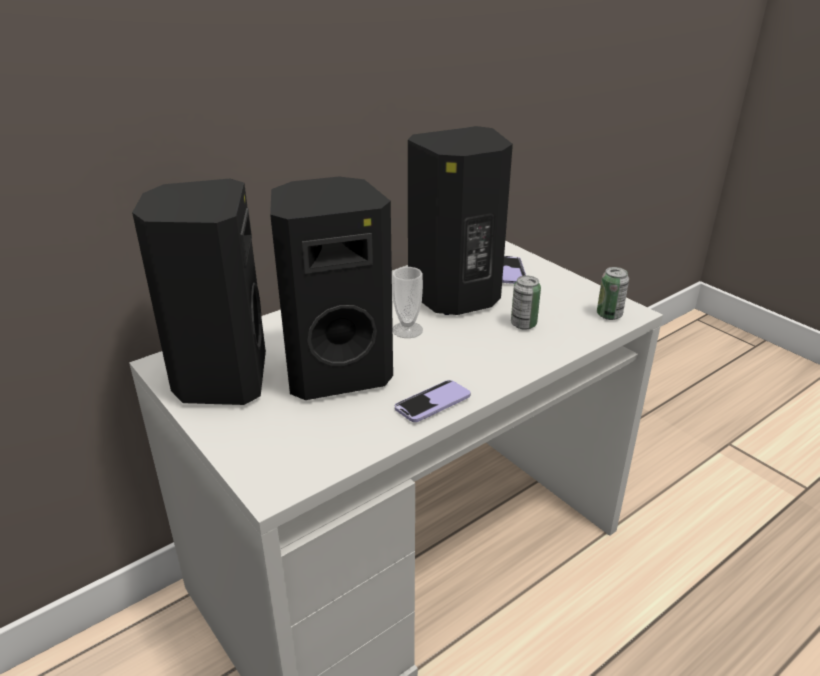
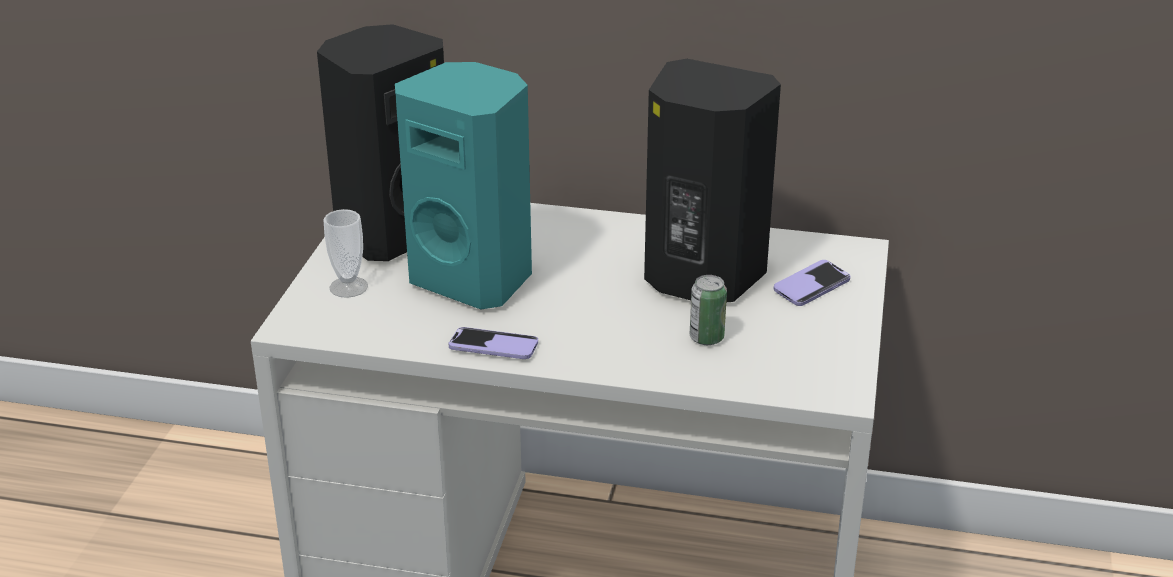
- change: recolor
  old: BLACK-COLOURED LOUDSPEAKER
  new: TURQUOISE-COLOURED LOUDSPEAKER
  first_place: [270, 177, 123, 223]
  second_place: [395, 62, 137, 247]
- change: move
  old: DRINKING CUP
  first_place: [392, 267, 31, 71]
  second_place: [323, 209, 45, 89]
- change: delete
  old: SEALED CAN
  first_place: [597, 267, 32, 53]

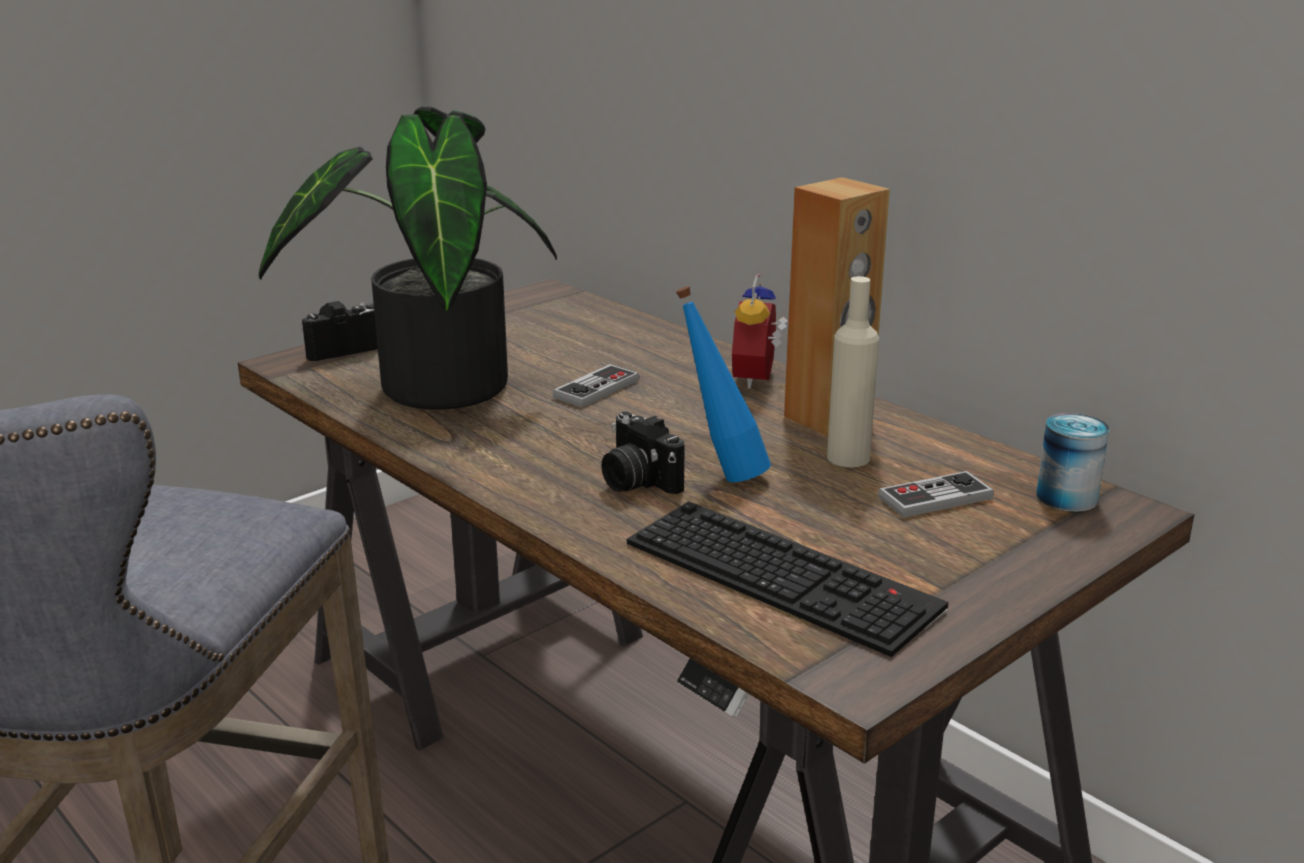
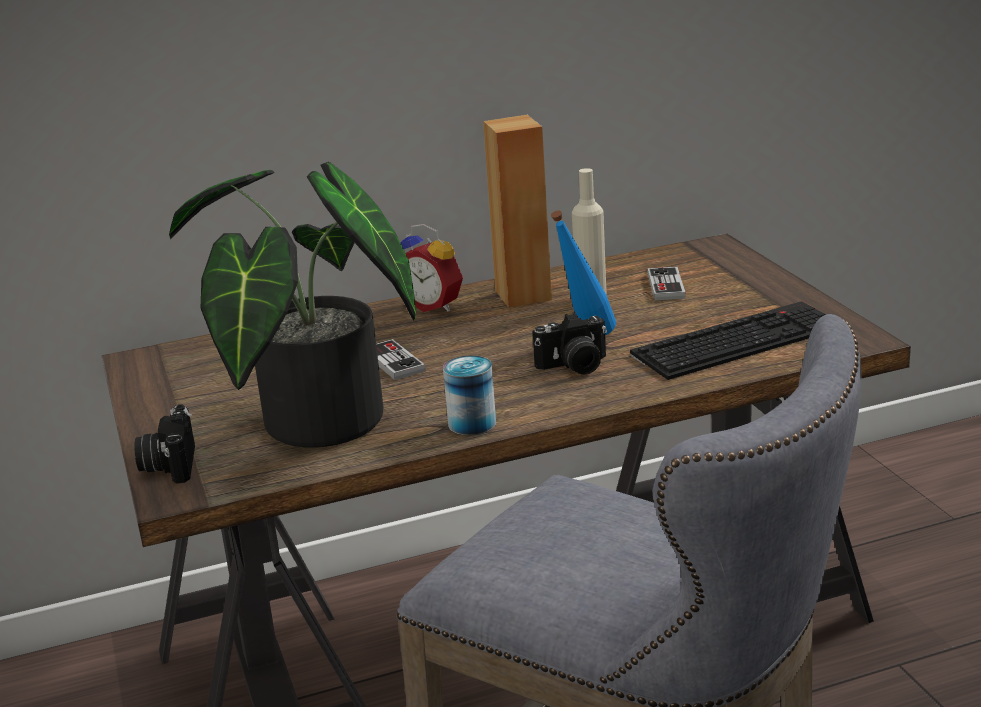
- change: move
  old: SEALED CAN
  first_place: [1036, 413, 74, 99]
  second_place: [443, 355, 53, 80]

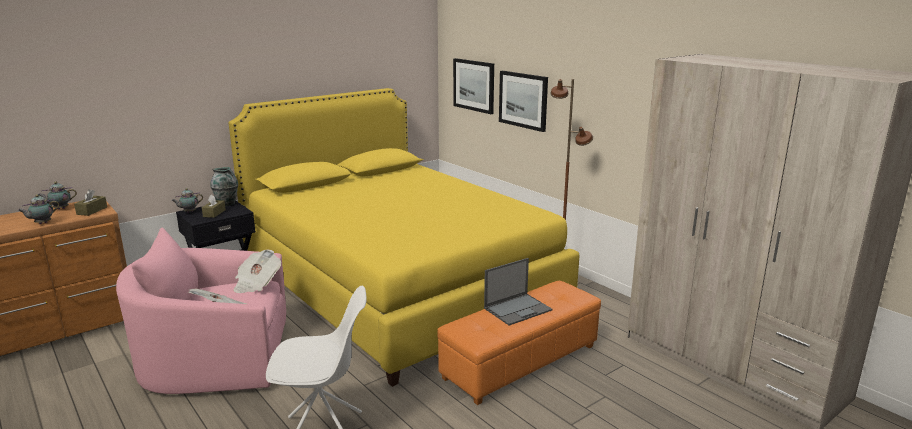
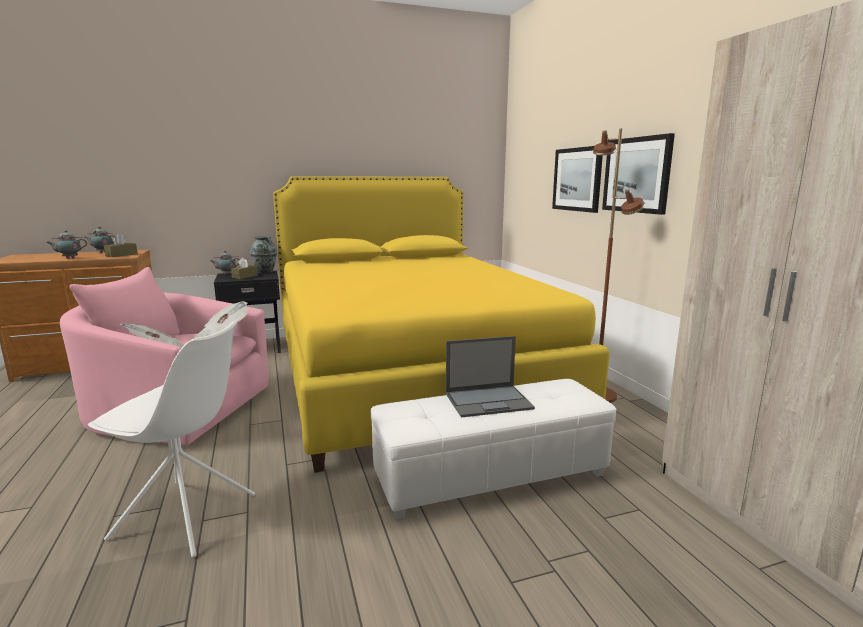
- change: recolor
  old: ORANGEY OTTOMAN
  new: WHITE OTTOMAN
  first_place: [437, 281, 164, 124]
  second_place: [371, 379, 246, 140]
- change: move
  old: PICTURE
  first_place: [453, 58, 41, 56]
  second_place: [602, 133, 73, 82]

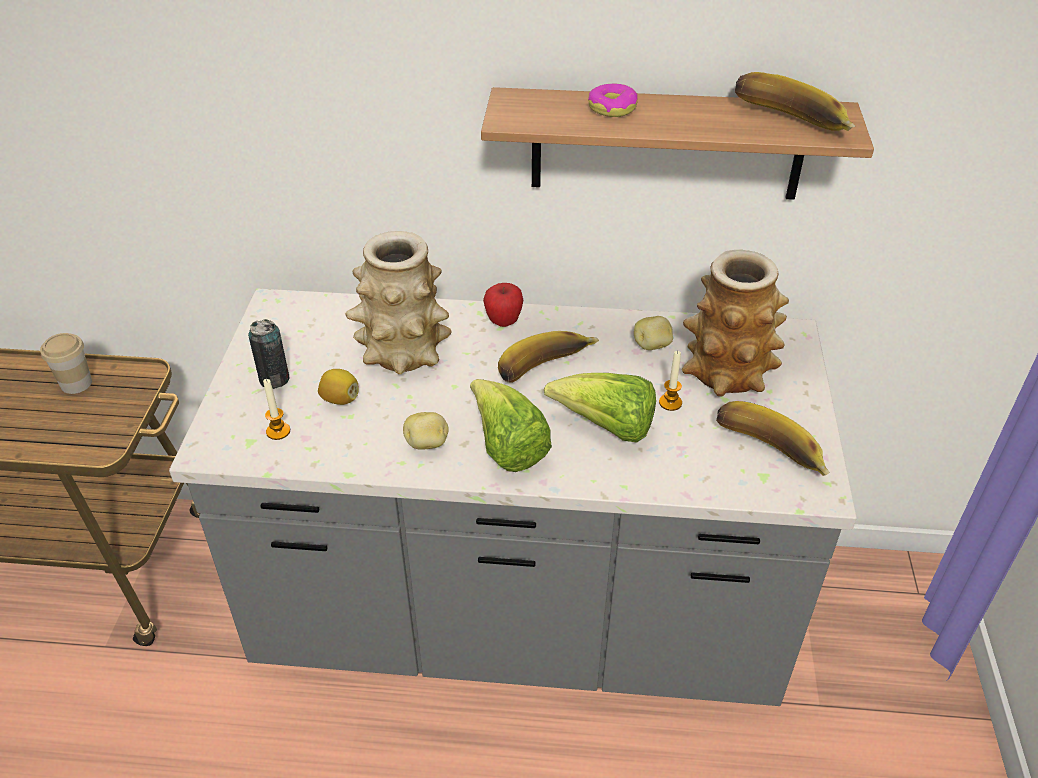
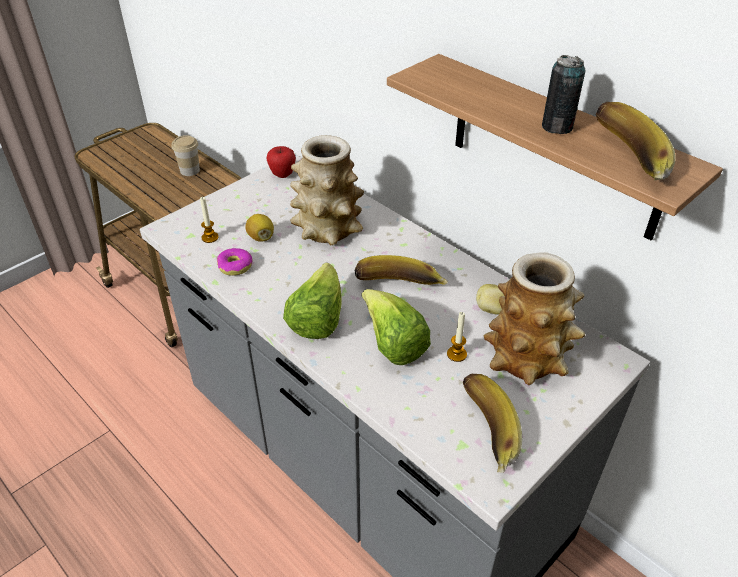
- change: move
  old: SEALED CAN
  first_place: [248, 319, 41, 70]
  second_place: [542, 55, 43, 79]
- change: delete
  old: POTATO
  first_place: [403, 412, 46, 37]
- change: move
  old: WHOLE APPLE
  first_place: [483, 283, 40, 44]
  second_place: [266, 146, 30, 32]
- change: move
  old: DOUGHNUT
  first_place: [588, 84, 50, 33]
  second_place: [217, 248, 36, 28]

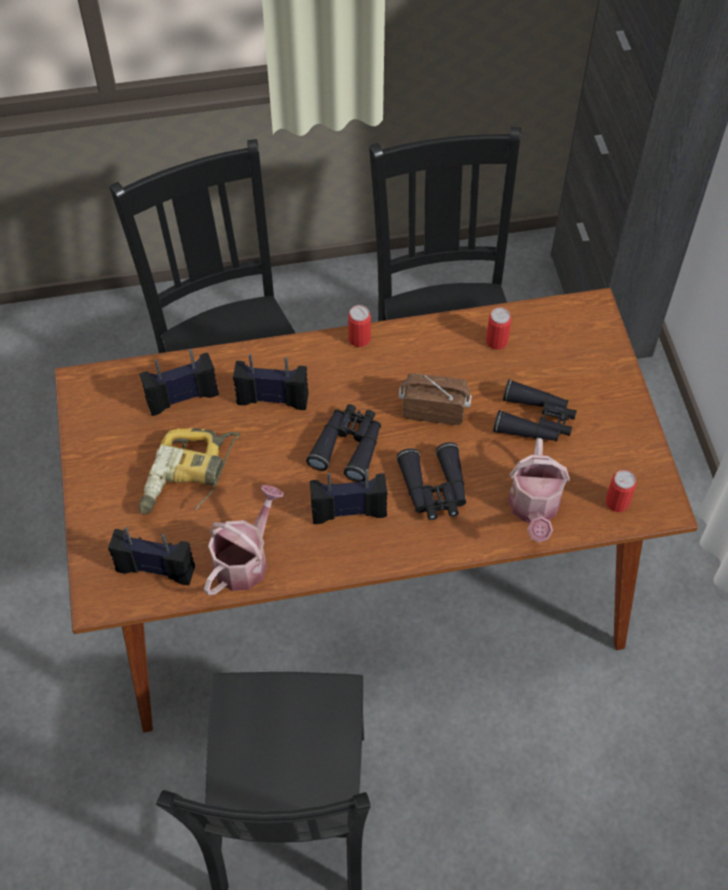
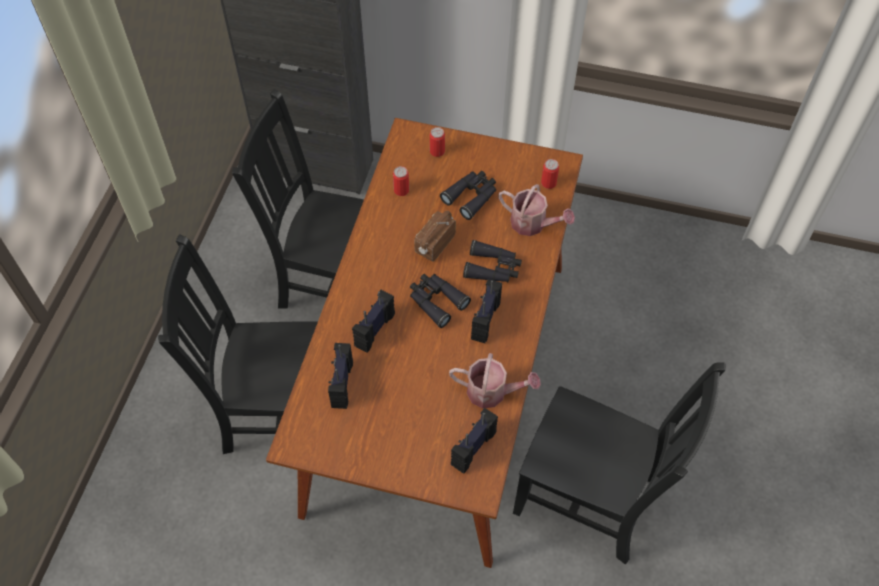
- change: delete
  old: DRILL
  first_place: [138, 428, 102, 87]
- change: rotate
  old: WATERING CAN
  first_place: [204, 485, 80, 110]
  second_place: [449, 353, 92, 55]
  degrees: 135
- change: move
  old: SEALED CAN
  first_place: [348, 305, 23, 42]
  second_place: [430, 127, 15, 30]

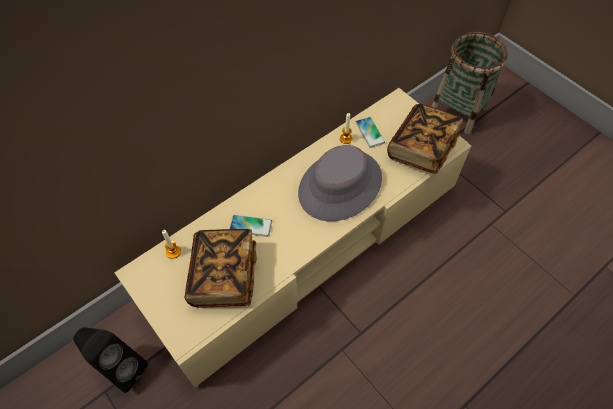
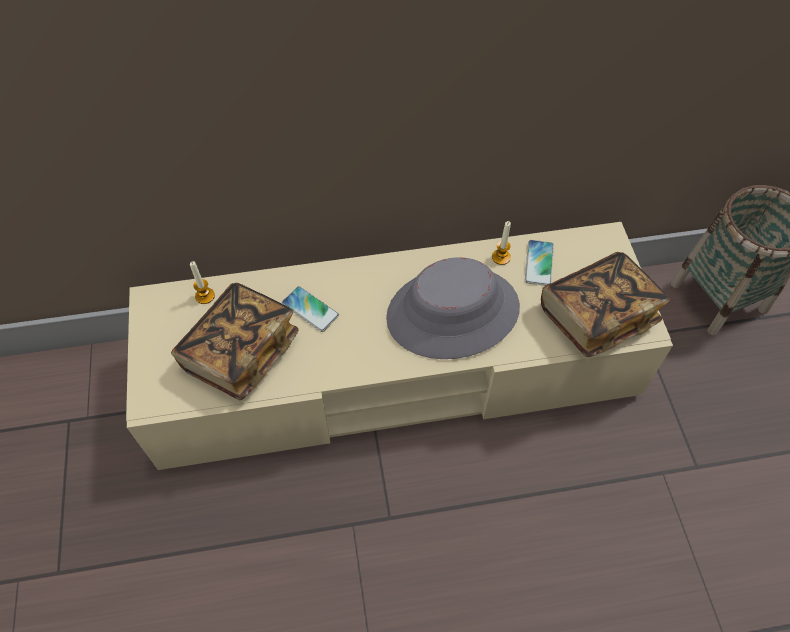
- change: delete
  old: BLACK-COLOURED LOUDSPEAKER
  first_place: [73, 328, 75, 65]

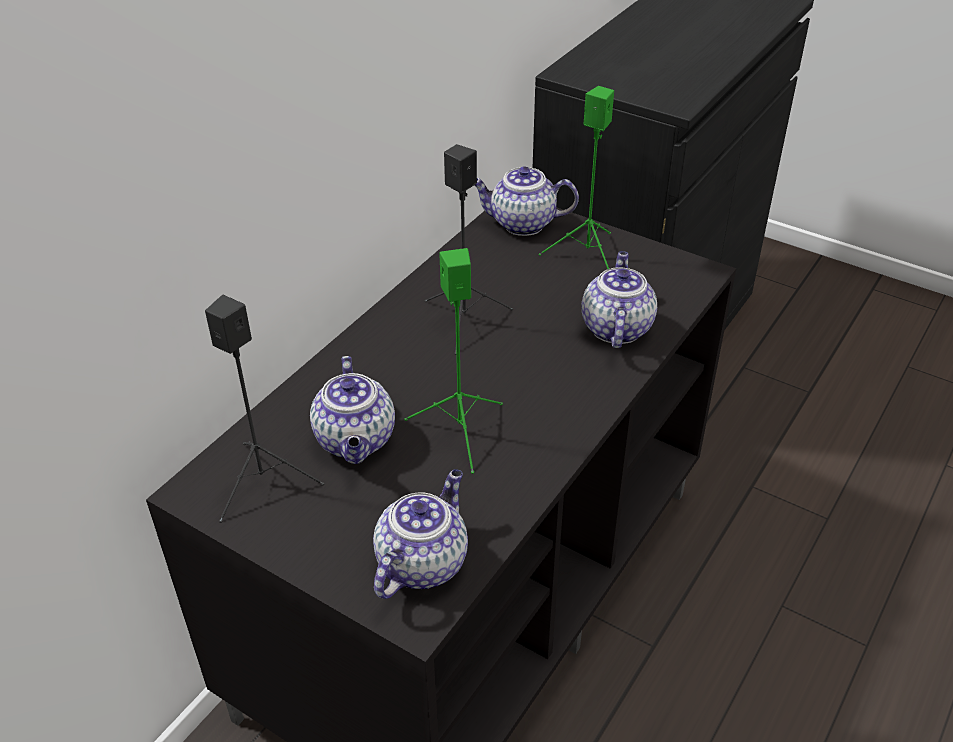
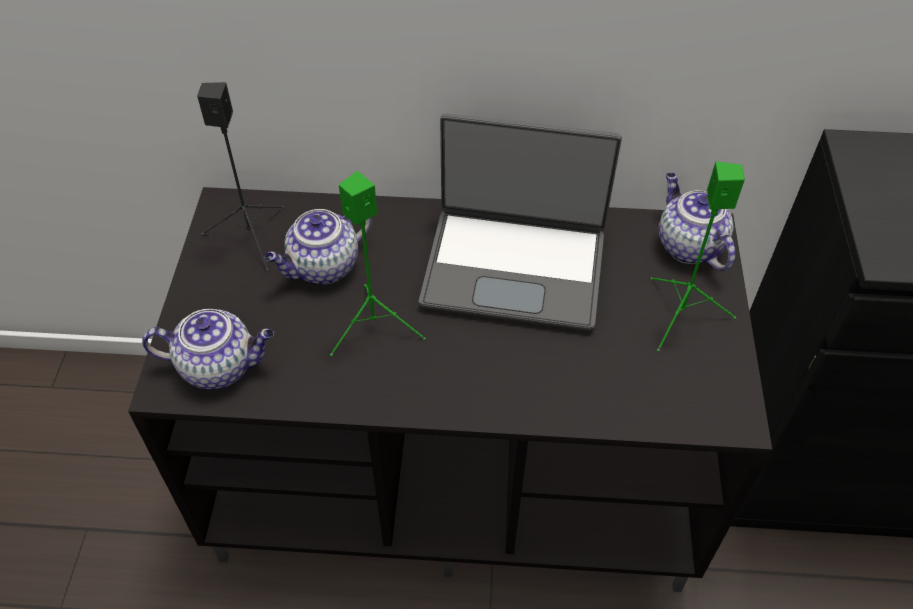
- change: replace
  old: BLACK-COLOURED LOUDSPEAKER
  new: PORTABLE COMPUTER
  first_place: [425, 144, 88, 211]
  second_place: [419, 114, 203, 217]
- change: delete
  old: TEAPOT
  first_place: [582, 251, 75, 97]

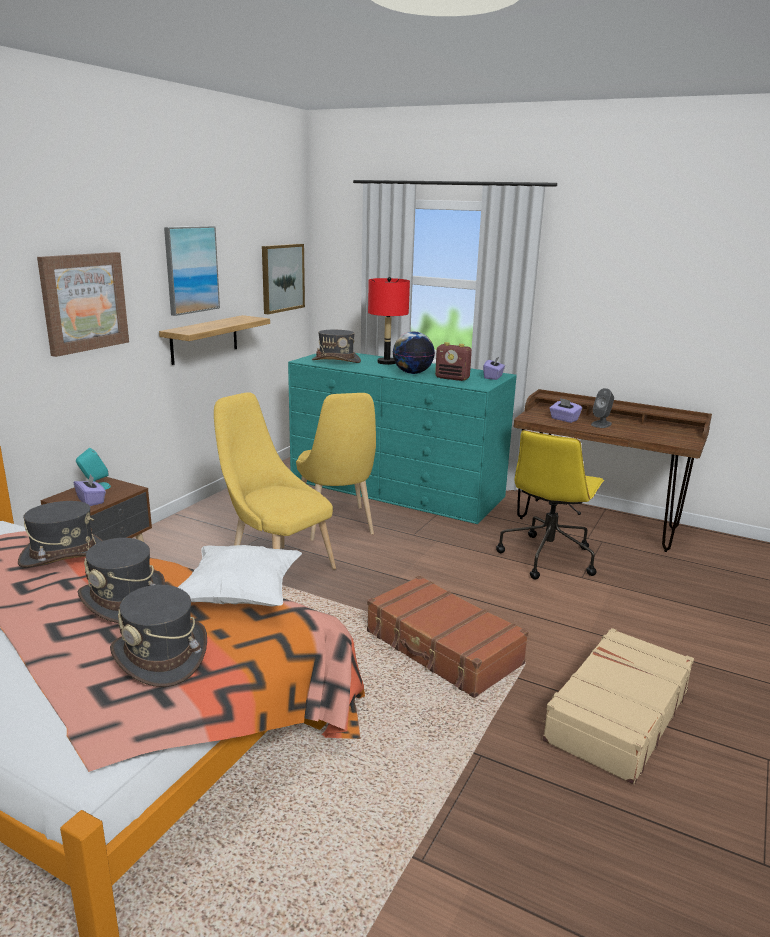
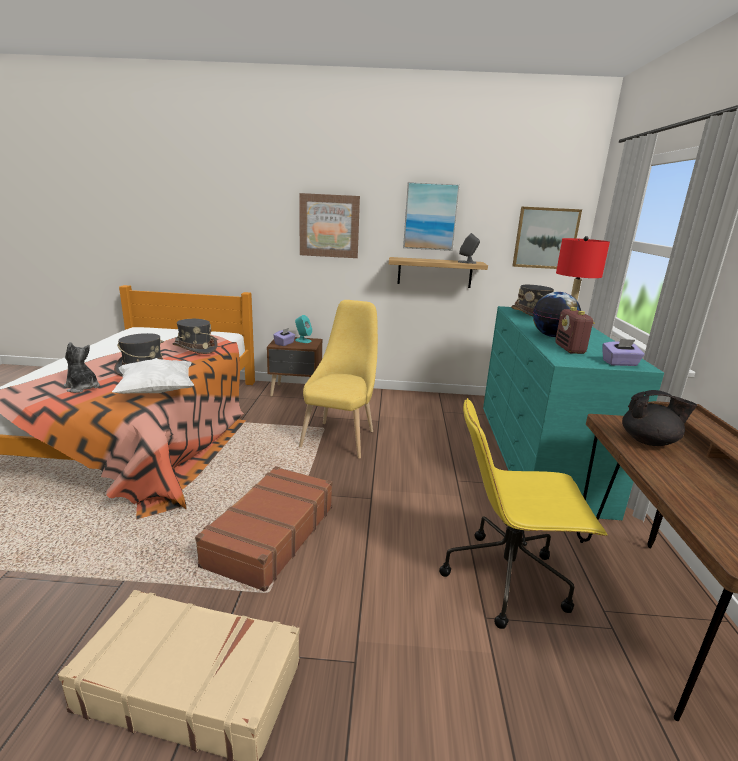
- change: replace
  old: GREY CLOTHING HAT
  new: PLUSH TOY
  first_place: [110, 585, 97, 102]
  second_place: [64, 342, 36, 51]
- change: delete
  old: YELLOWISH PLAIN CHAIR
  first_place: [296, 393, 80, 148]
- change: replace
  old: PURPLISH BOX OF TISSUES
  new: BLACK-COLOURED TEAPOT
  first_place: [549, 398, 33, 25]
  second_place: [622, 390, 75, 56]
- change: move
  old: GREY LOUDSPEAKER
  first_place: [591, 388, 23, 40]
  second_place: [458, 233, 22, 31]

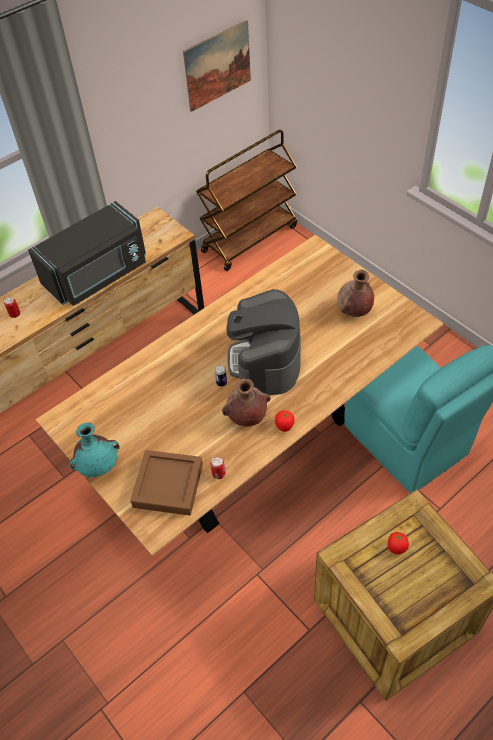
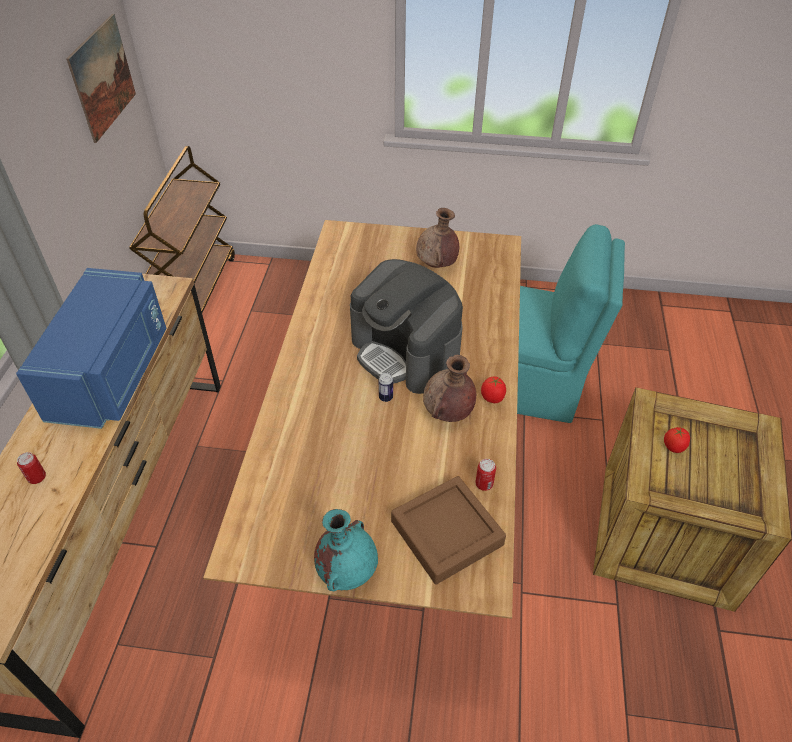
- change: recolor
  old: BLACK-COLOURED MICROWAVE
  new: BLUE MICROWAVE
  first_place: [28, 201, 118, 105]
  second_place: [16, 268, 150, 161]

